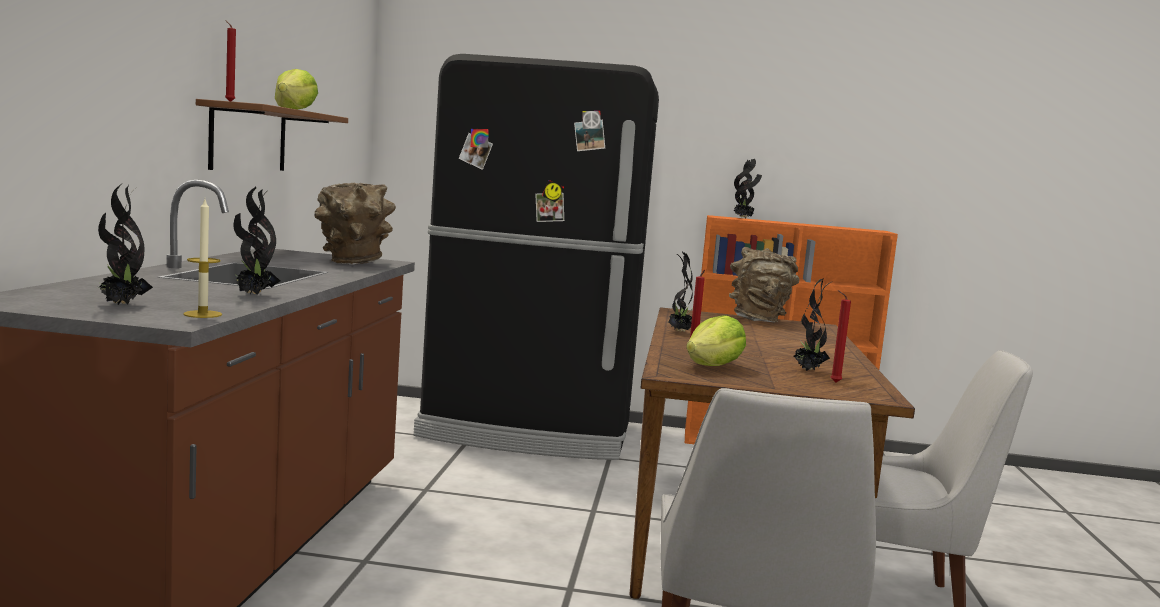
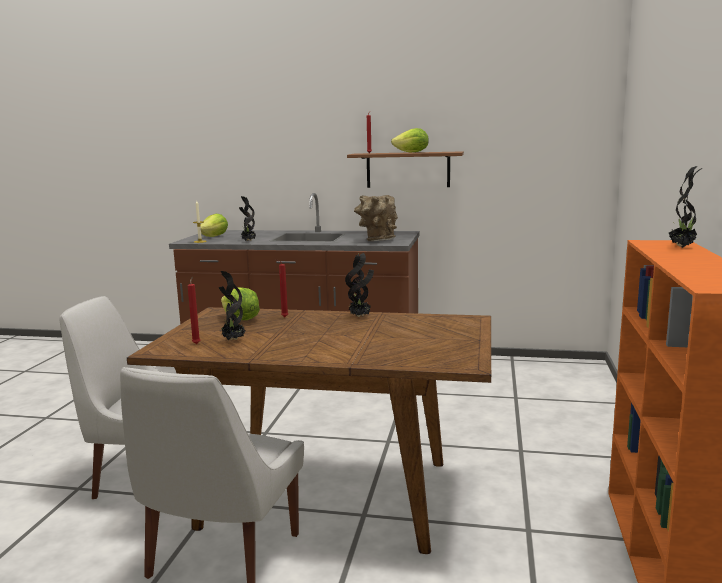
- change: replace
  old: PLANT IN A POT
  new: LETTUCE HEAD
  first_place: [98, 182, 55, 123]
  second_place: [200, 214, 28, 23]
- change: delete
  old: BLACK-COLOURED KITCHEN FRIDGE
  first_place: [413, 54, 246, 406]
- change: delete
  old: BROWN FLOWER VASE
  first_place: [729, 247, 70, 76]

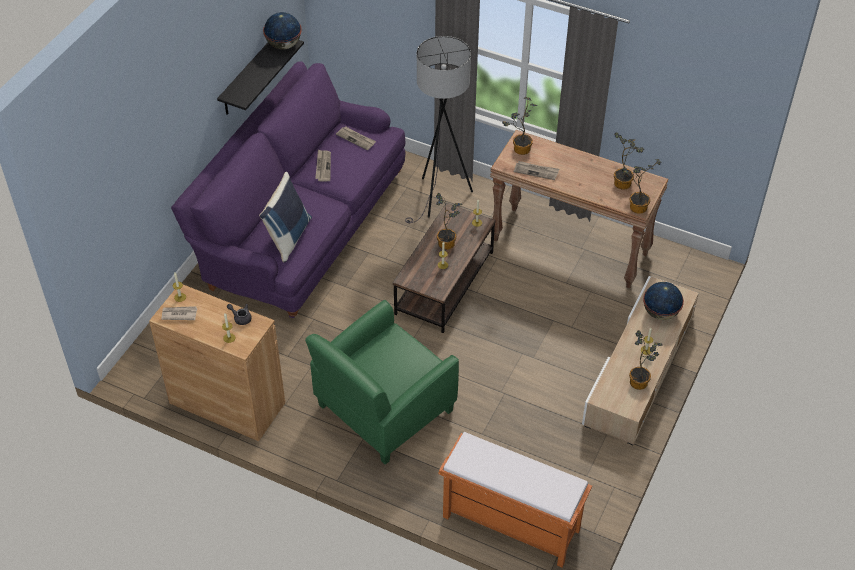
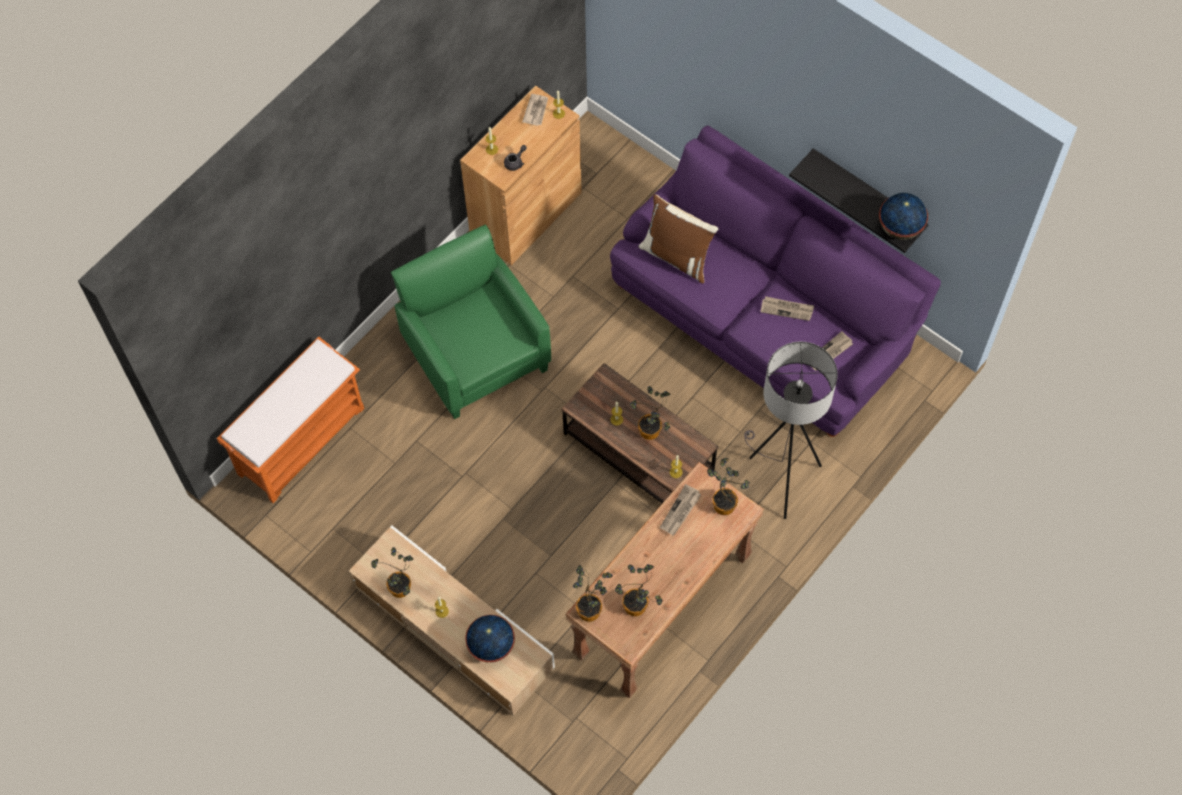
- change: recolor
  old: BLUE THROW PILLOW
  new: BROWN THROW PILLOW
  first_place: [259, 172, 53, 90]
  second_place: [638, 194, 80, 90]

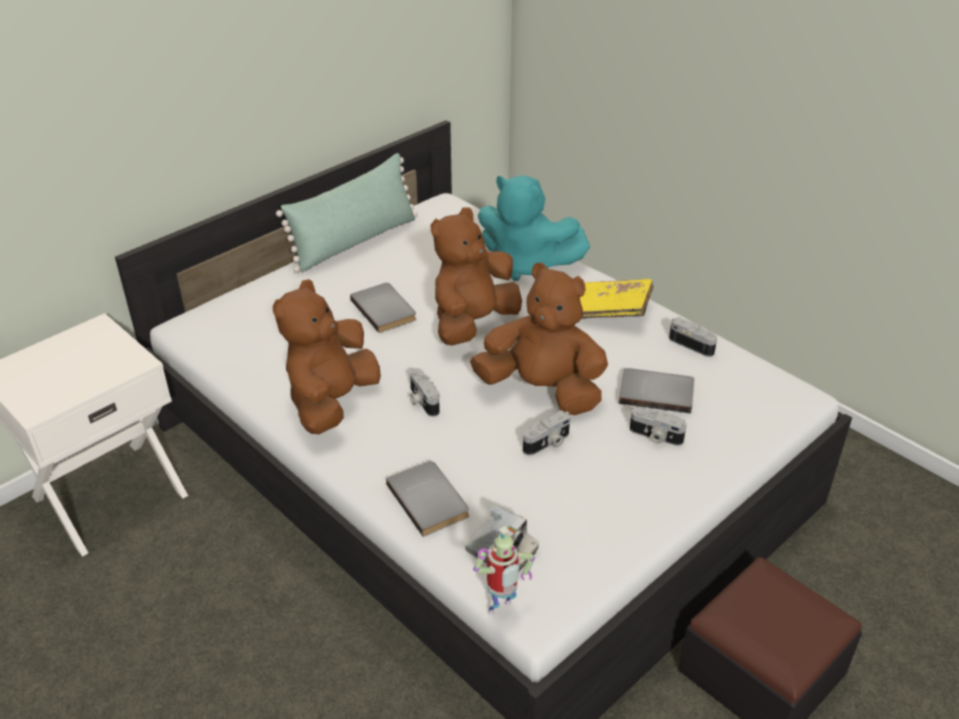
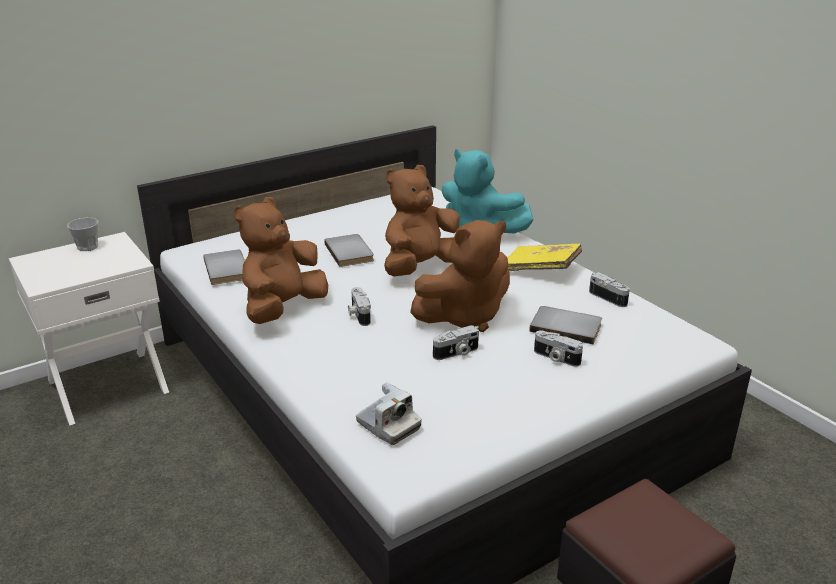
- change: delete
  old: GREEN THROW PILLOW
  first_place: [276, 153, 141, 120]
- change: move
  old: GREY BOOK
  first_place: [386, 461, 83, 76]
  second_place: [203, 250, 42, 35]
- change: rotate
  old: BROWN PLUSH TOY
  first_place: [470, 263, 138, 152]
  second_place: [410, 220, 100, 112]
  degrees: 120
- change: delete
  old: MODEL ROBOT
  first_place: [473, 526, 62, 89]
- change: insert
  new: DRINKING CUP
  second_place: [67, 218, 32, 33]

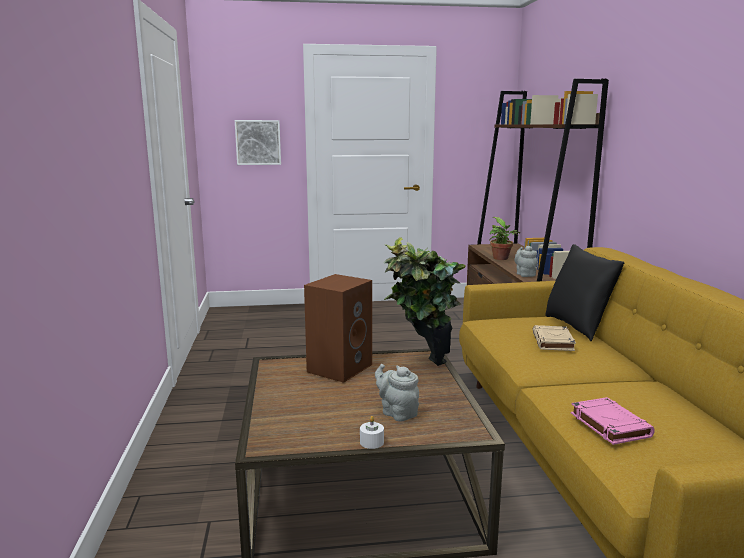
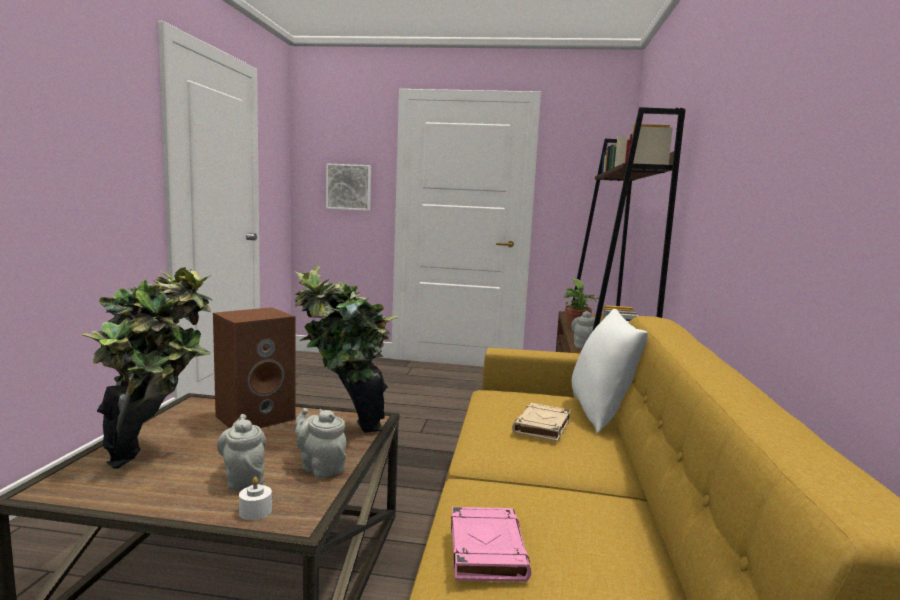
- change: move
  old: WHITE WAX LIGHT
  first_place: [360, 416, 24, 33]
  second_place: [239, 477, 33, 43]
- change: recolor
  old: BLACK-COLOURED THROW PILLOW
  new: WHITE THROW PILLOW
  first_place: [545, 244, 79, 97]
  second_place: [572, 309, 76, 125]
- change: insert
  new: PLANT IN A POT
  second_place: [80, 267, 133, 202]
- change: insert
  new: GREY TEAPOT
  second_place: [295, 408, 51, 70]

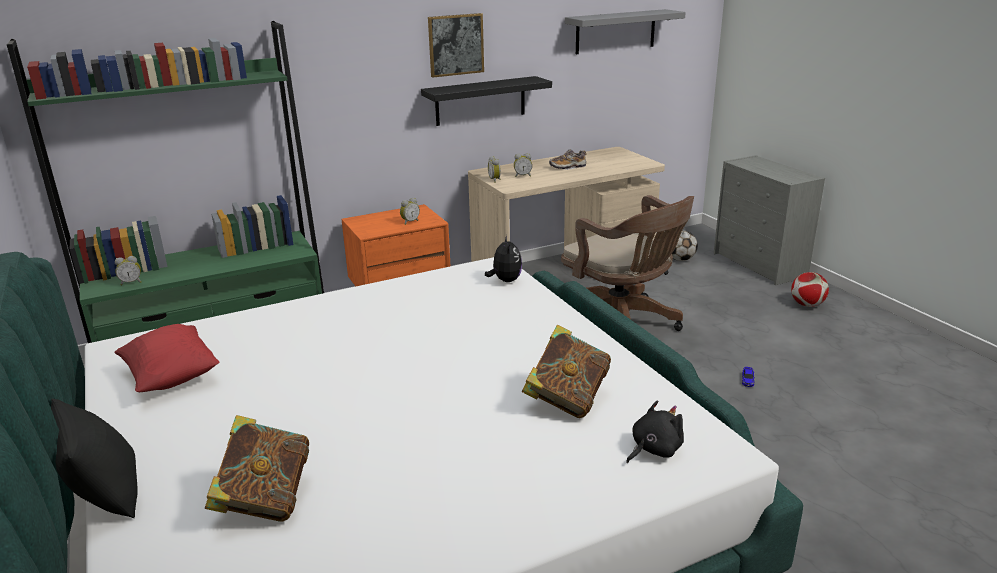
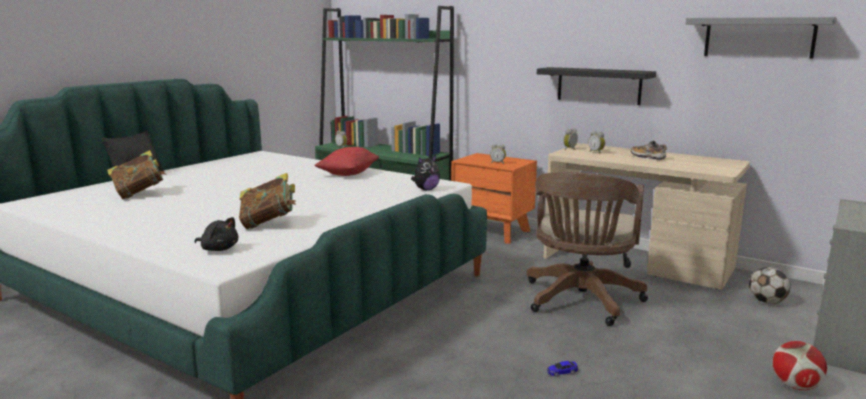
- change: move
  old: REDDISH THROW PILLOW
  first_place: [114, 324, 105, 68]
  second_place: [314, 147, 65, 29]
- change: delete
  old: PICTURE
  first_place: [428, 13, 56, 64]

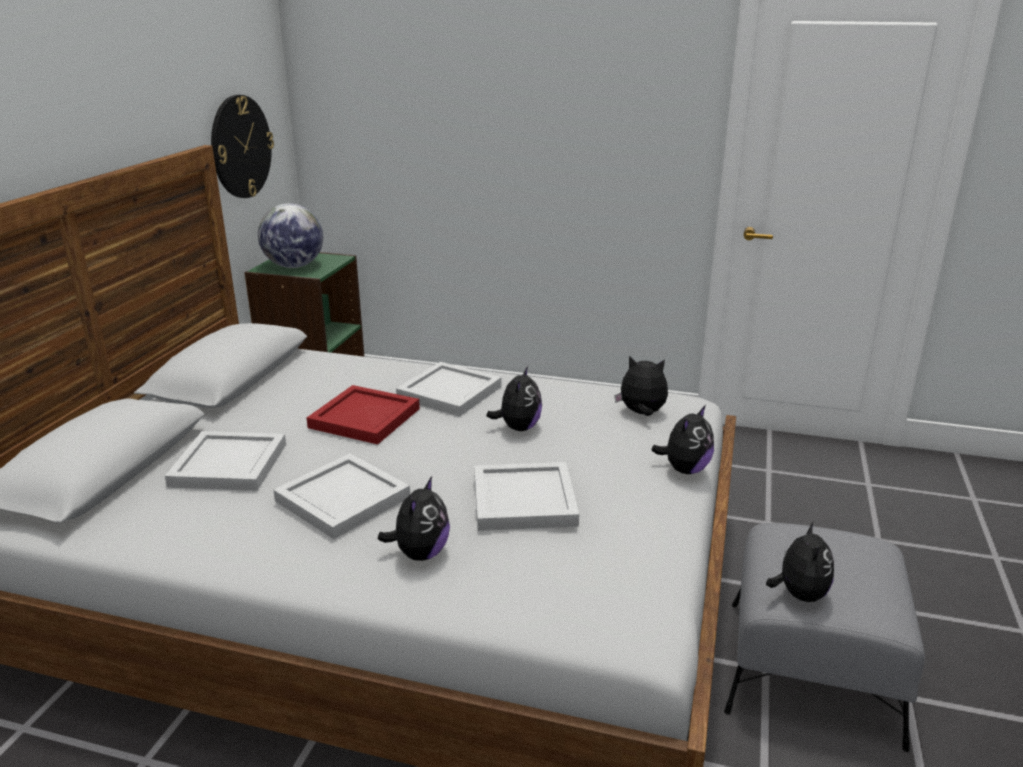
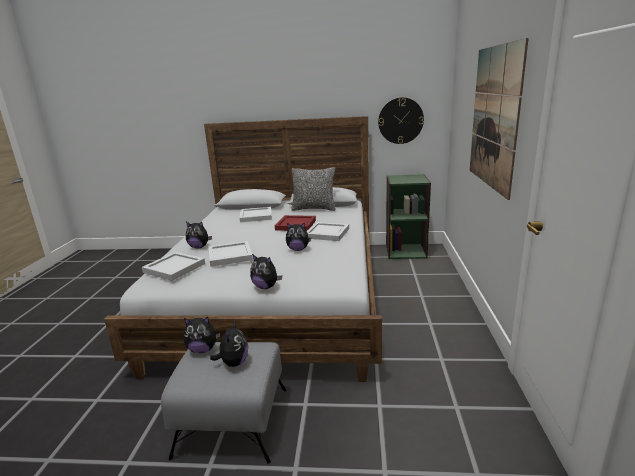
- change: delete
  old: GLOBE
  first_place: [258, 203, 65, 65]
- change: move
  old: WHITE SERVING TRAY
  first_place: [273, 454, 137, 85]
  second_place: [142, 252, 63, 29]
- change: move
  old: PLUSH TOY
  first_place: [614, 356, 54, 60]
  second_place: [210, 322, 38, 45]
- change: insert
  new: THROW PILLOW
  second_place: [291, 167, 45, 44]
- change: insert
  new: PICTURE
  second_place: [470, 38, 59, 162]

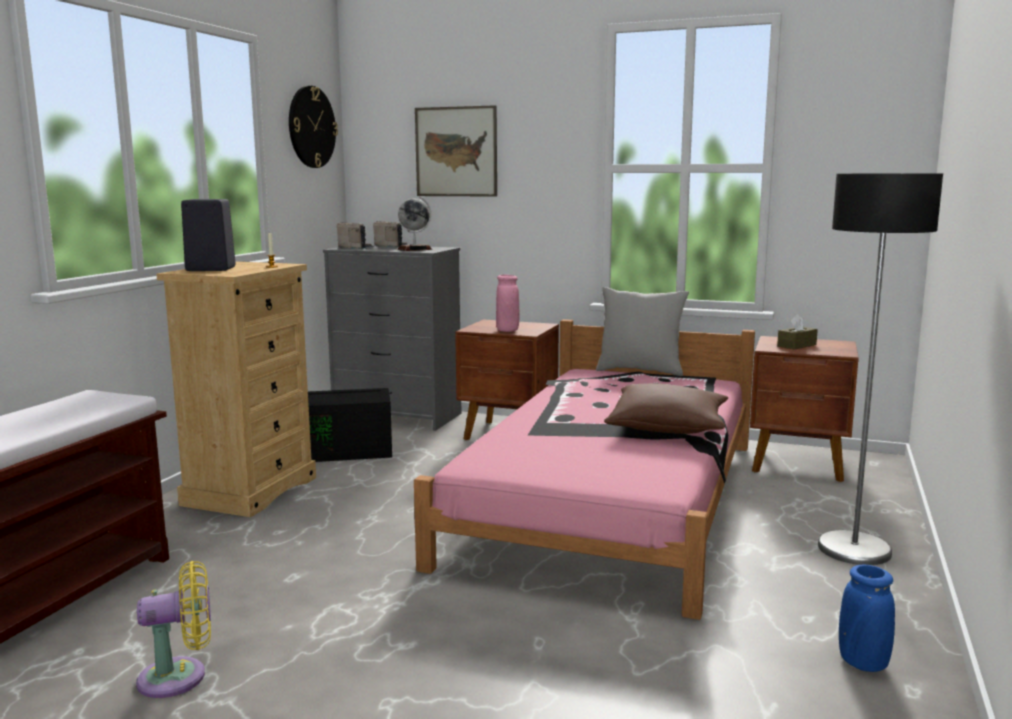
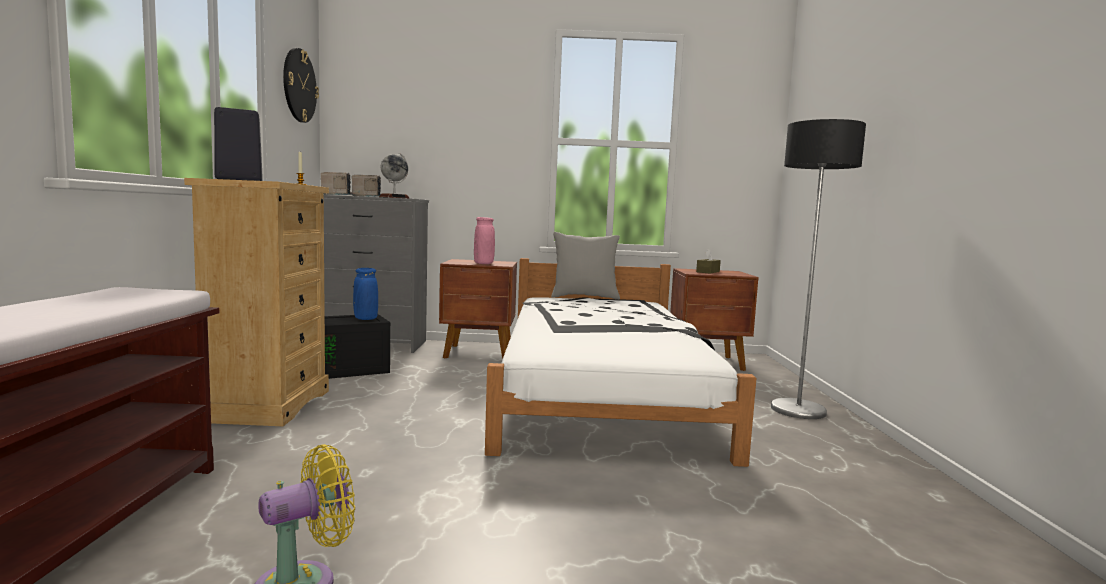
- change: recolor
  old: PINK-COLOURED SLEEPING BED
  new: WHITE SLEEPING BED
  first_place: [414, 319, 341, 301]
  second_place: [485, 258, 271, 209]
- change: delete
  old: PICTURE
  first_place: [415, 105, 82, 92]
- change: delete
  old: BROWN THROW PILLOW
  first_place: [604, 383, 124, 51]
- change: move
  old: BLUE FLOWER VASE
  first_place: [839, 565, 56, 107]
  second_place: [353, 268, 25, 52]

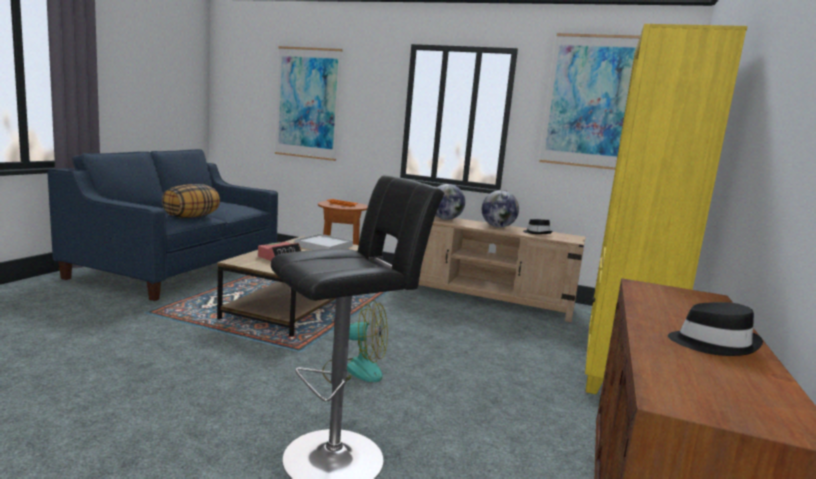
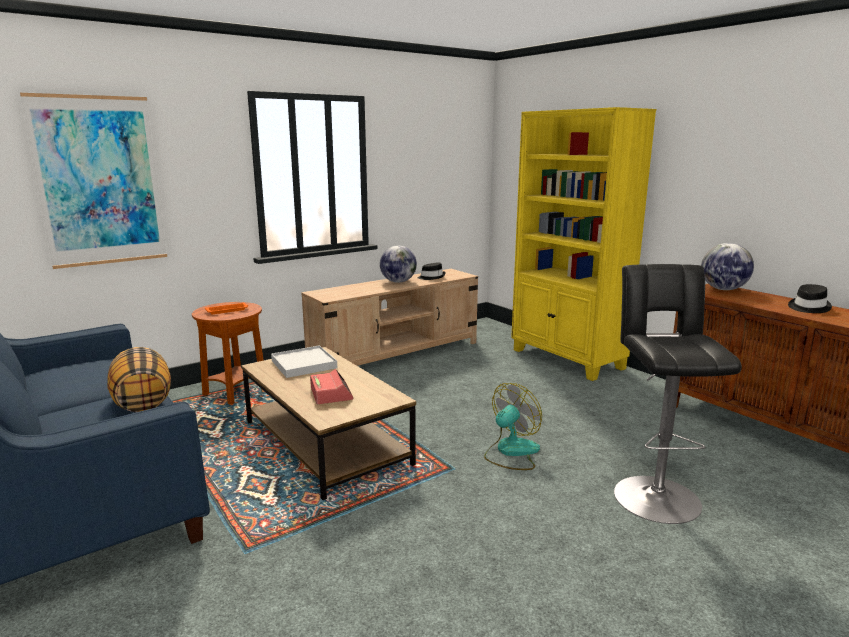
- change: move
  old: GLOBE
  first_place: [436, 184, 29, 36]
  second_place: [701, 243, 53, 47]
- change: delete
  old: PICTURE
  first_place: [539, 33, 101, 137]

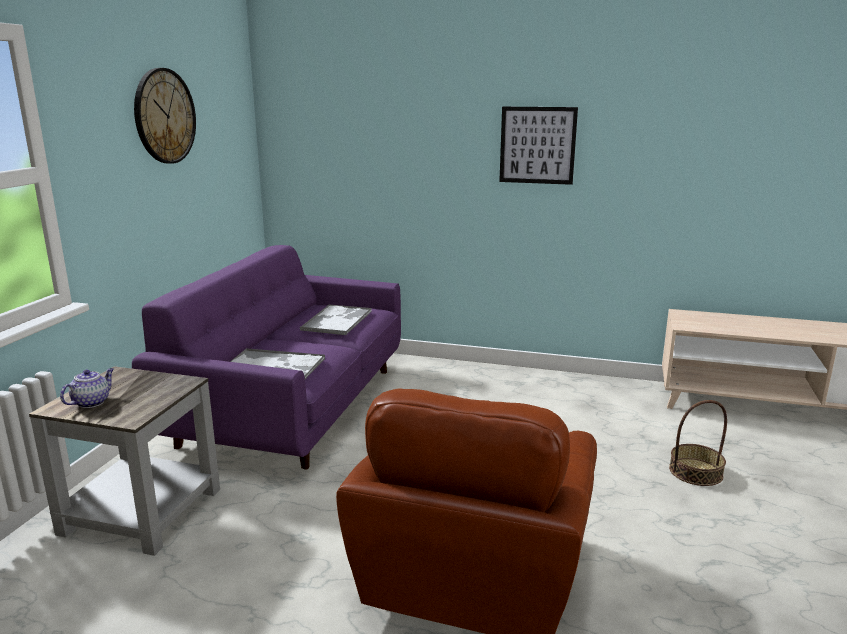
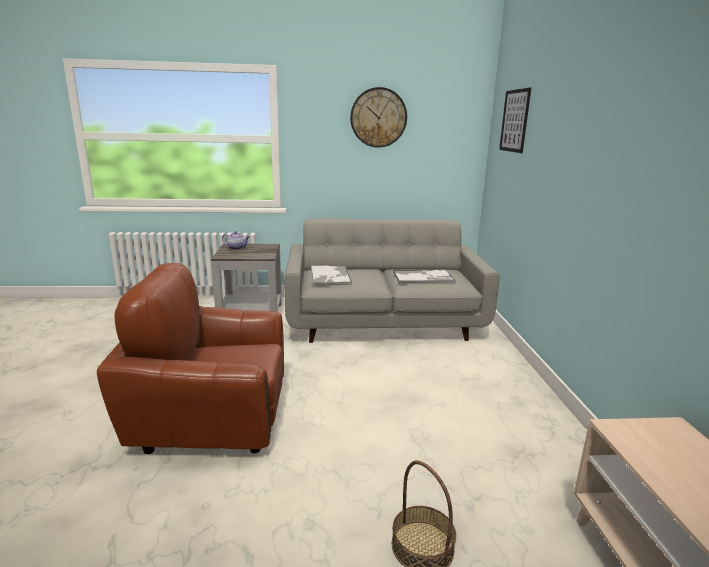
- change: recolor
  old: PURPLISH SETTEE
  new: GREY SETTEE
  first_place: [132, 245, 269, 225]
  second_place: [284, 218, 216, 125]
- change: move
  old: PICTURE
  first_place: [499, 107, 79, 78]
  second_place: [499, 87, 32, 66]

